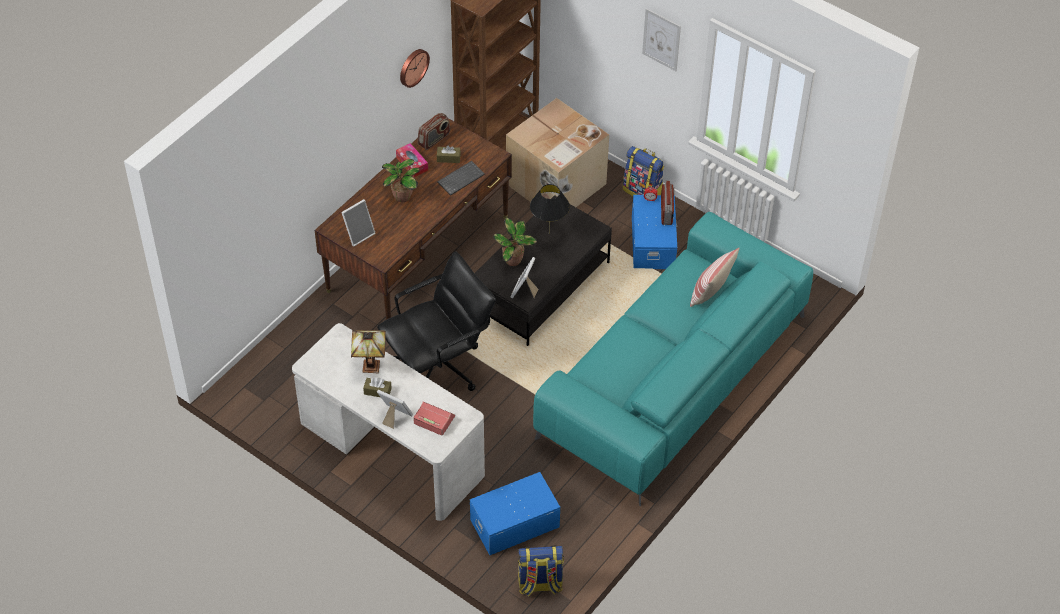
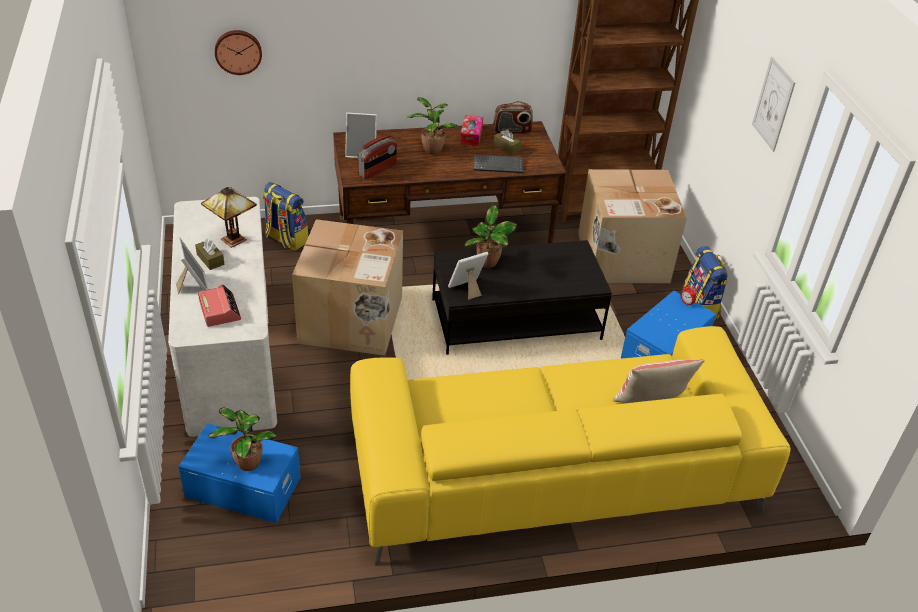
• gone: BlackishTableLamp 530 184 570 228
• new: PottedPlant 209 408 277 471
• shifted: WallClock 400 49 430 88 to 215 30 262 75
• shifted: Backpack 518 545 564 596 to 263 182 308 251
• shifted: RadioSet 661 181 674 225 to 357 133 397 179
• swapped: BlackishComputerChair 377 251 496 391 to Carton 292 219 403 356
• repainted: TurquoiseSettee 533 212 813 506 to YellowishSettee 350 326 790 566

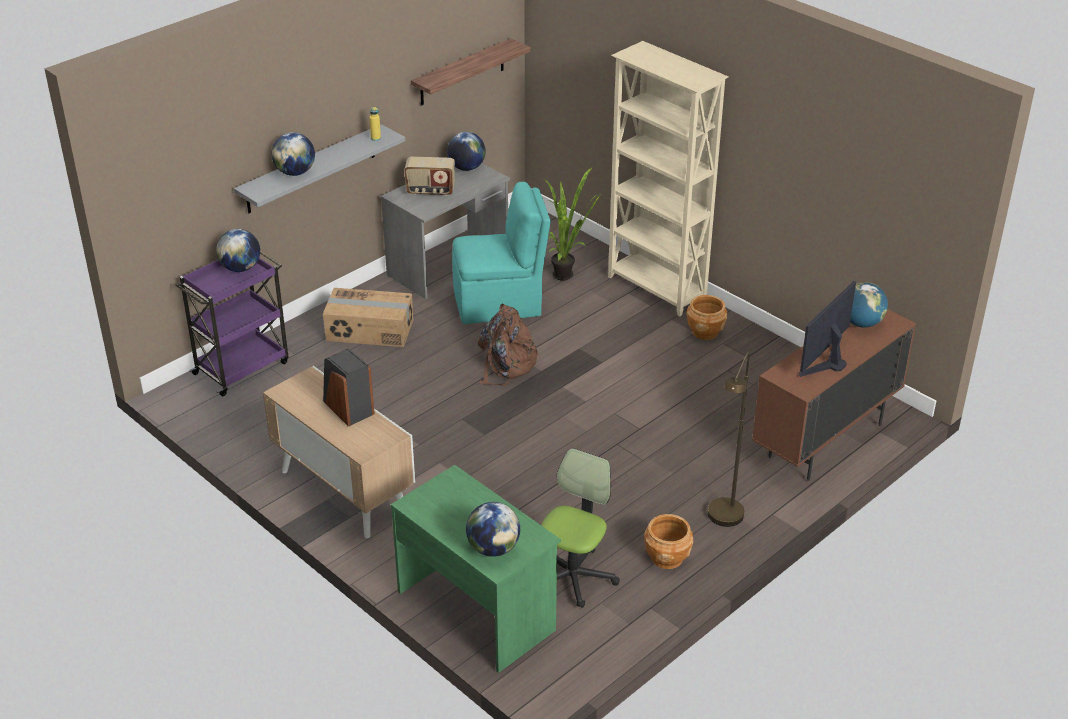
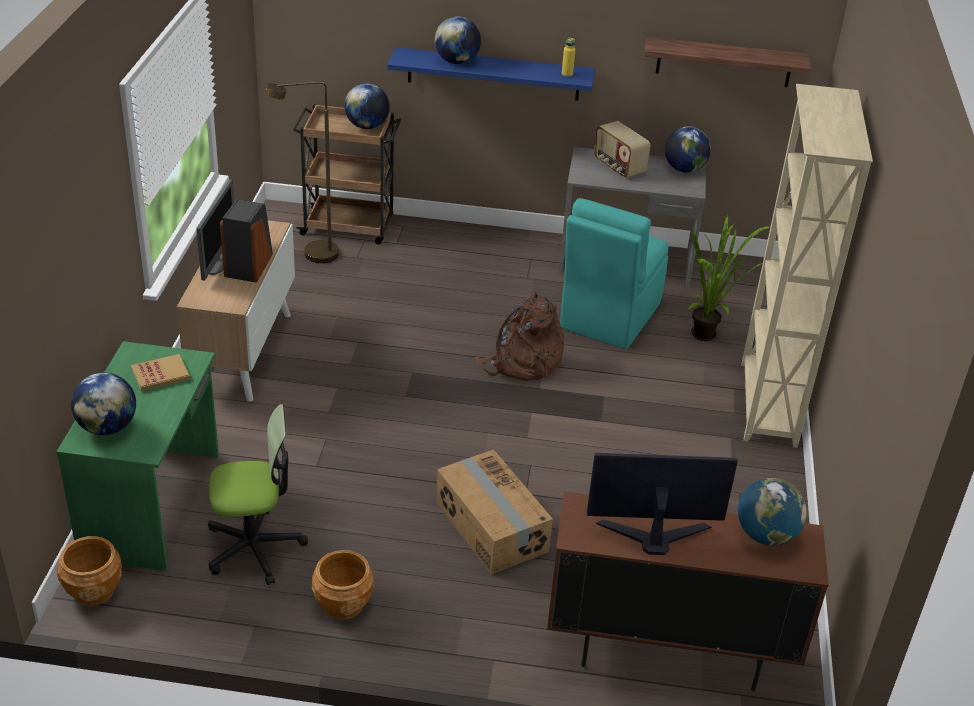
• new: Volume 131 354 190 391
• new: ComputerScreen 196 179 234 280
• shifted: Carton 323 288 413 347 to 436 450 553 575
• shifted: BrownPlantPot 687 295 727 340 to 56 536 122 606
• shifted: BrownStandingLamp 708 351 750 527 to 265 82 339 263
• repainted: PurpleColouredTrolley 175 251 288 396 to BrownTrolley 293 104 401 244
• repainted: GrayShelf 234 124 405 213 to BlueColouredShelf 387 47 595 101
• rotated: TurquoiseChair 452 182 551 324 = 560 198 669 349 75 degrees clockwise

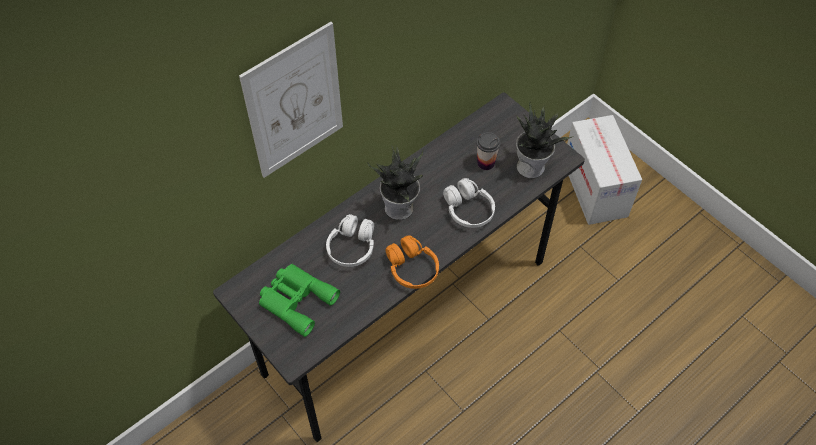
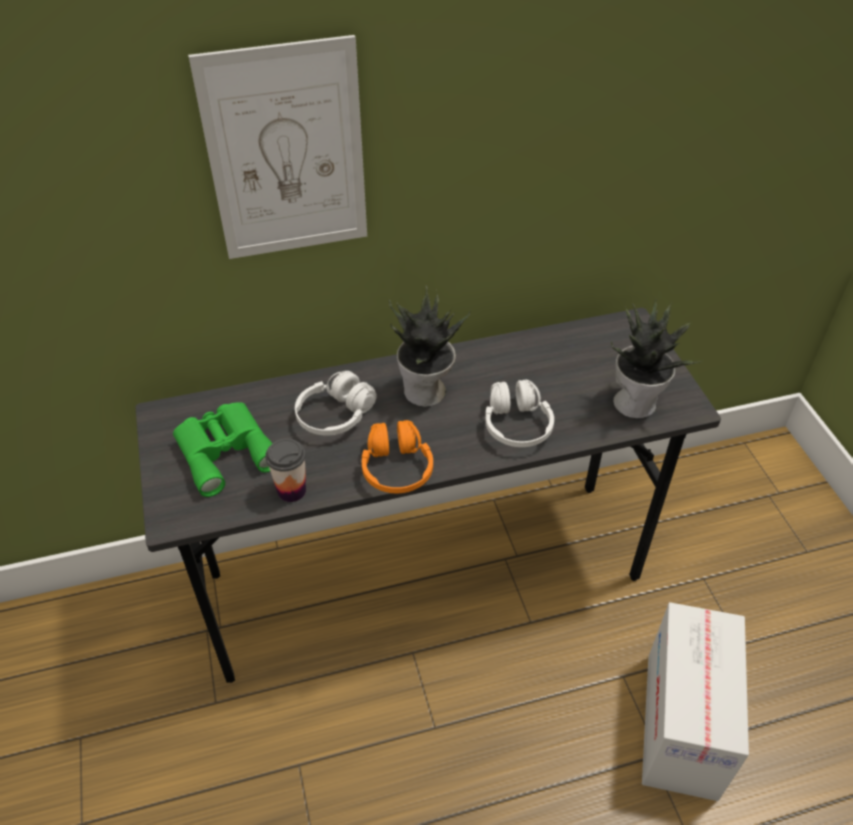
• shifted: SmallCup 476 132 501 170 to 265 438 306 502
• shifted: Carton 567 115 642 225 to 642 602 749 801

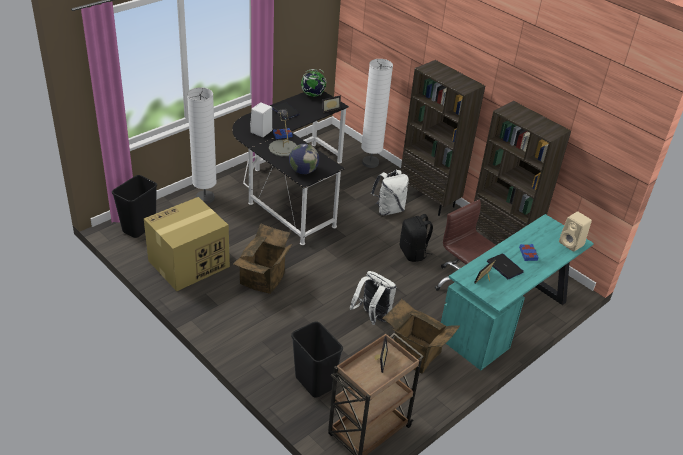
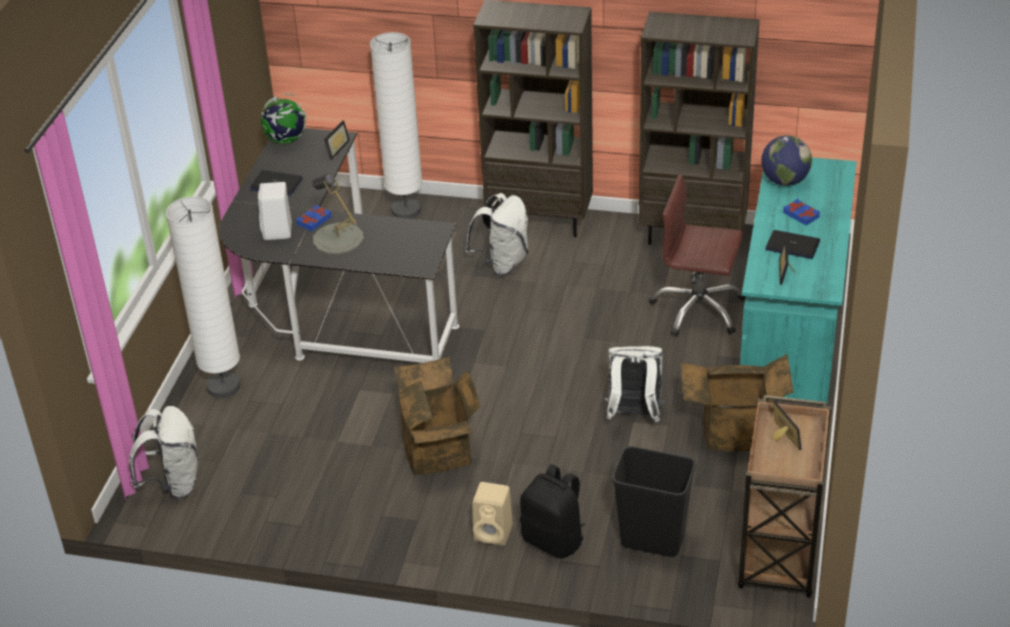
• gone: Carton 144 197 230 291
• shifted: WorldGlobe 289 144 319 174 to 761 135 812 186
• shifted: BlackishBackpack 400 214 433 262 to 520 464 585 558
• shifted: SandColouredAudioSpeaker 559 211 592 252 to 473 482 513 546
• swapped: BlackishRubbishBin 112 175 157 238 to WhiteBackpack 129 406 199 499

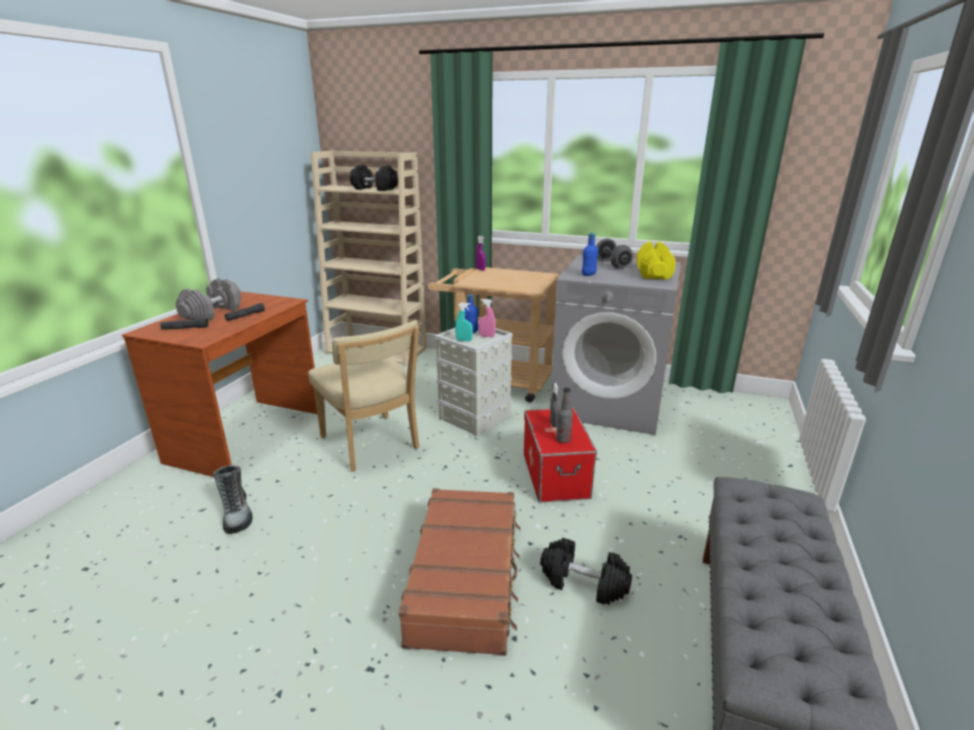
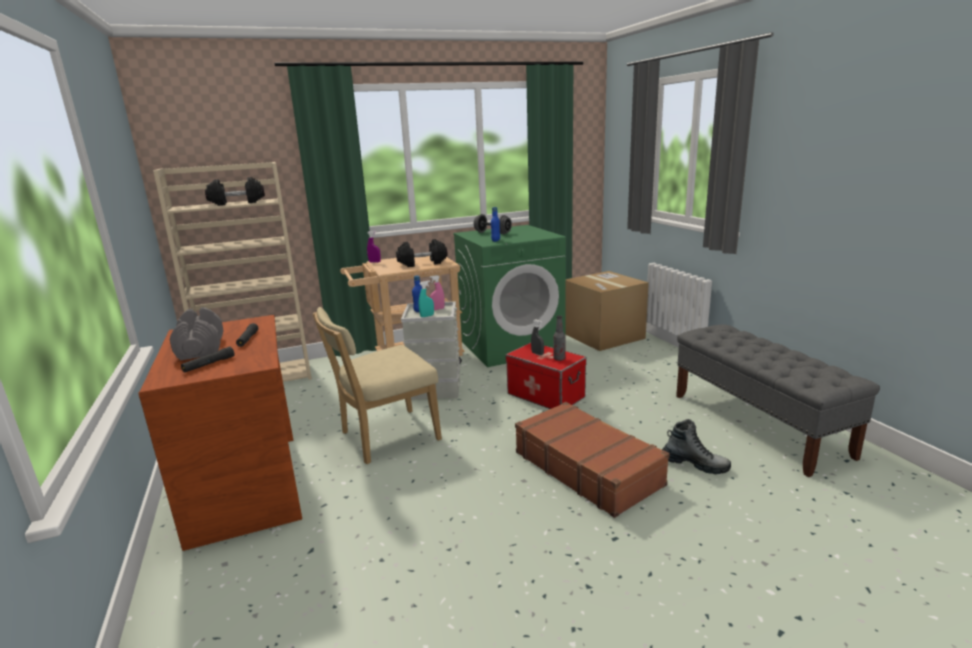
• gone: YellowishHandWeight 636 241 676 279
• new: Carton 565 271 649 351
• shifted: TallBoot 213 465 252 534 to 662 419 731 474
• shifted: BlackishHandWeight 540 538 632 605 to 396 239 447 267
• repainted: GrayLaundryAppliance 550 255 681 435 to GreenishLaundryAppliance 453 225 566 367
• rotated: SandColouredChair 308 320 419 472 = 313 307 442 464 135 degrees clockwise

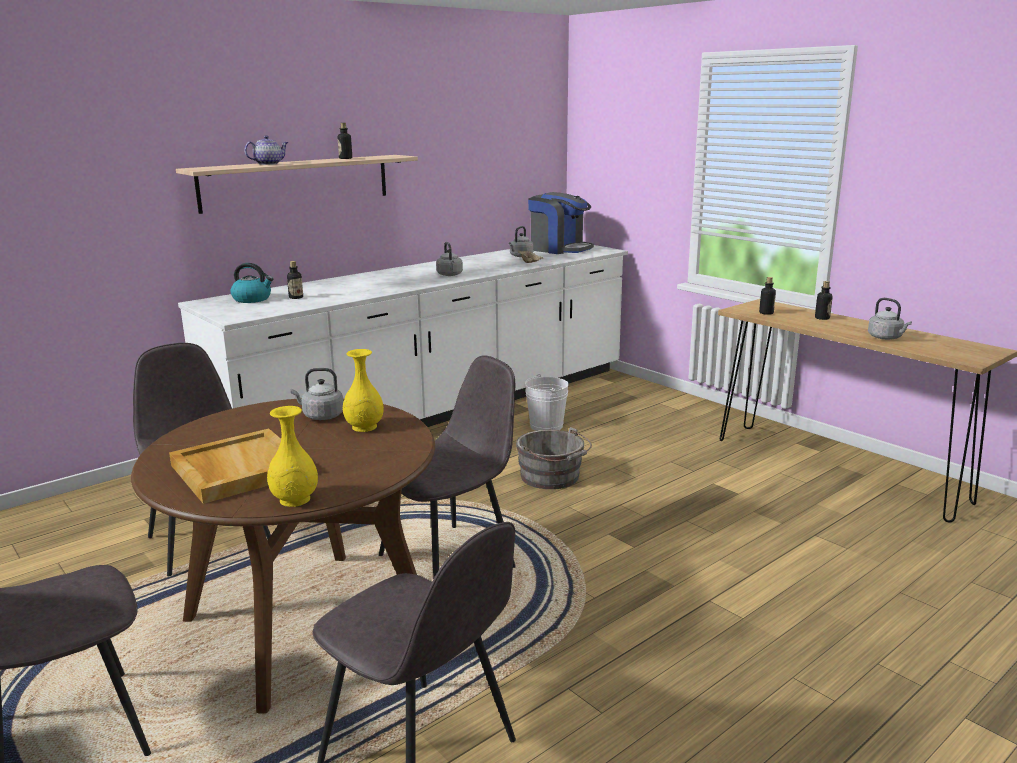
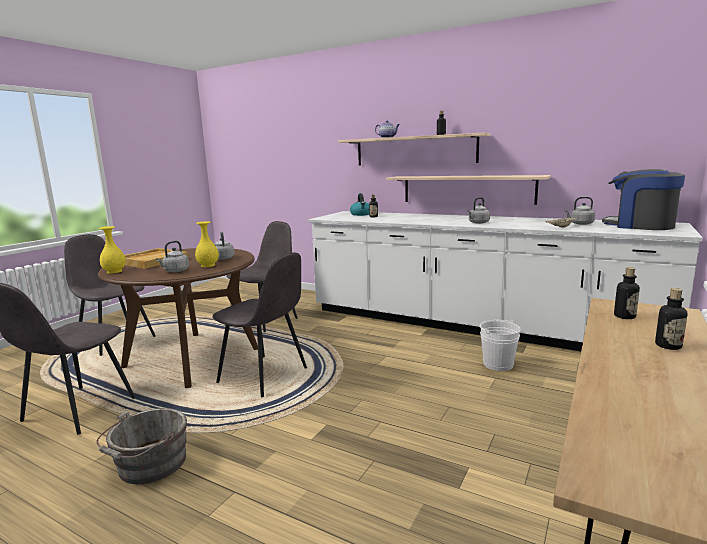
• new: Shelf 386 175 551 205
• shifted: GrayWaterBucket 516 427 592 489 to 96 408 187 484
• shifted: GrayWaterKettle 868 298 912 340 to 156 241 189 272
• rotated: CoffeeMaker 528 192 594 254 = 602 169 685 230 120 degrees clockwise

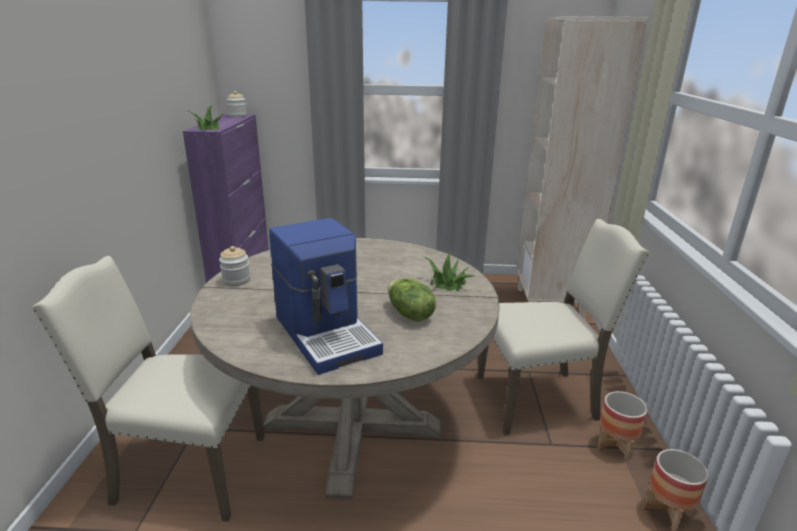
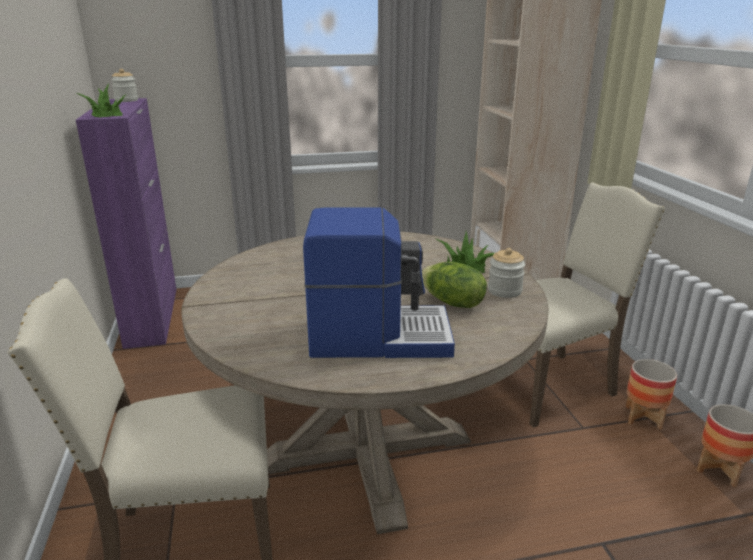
• shifted: PreserveJar 219 246 250 286 to 488 248 525 298
• rotated: CoffeeMaker 269 218 383 375 = 303 207 455 358 45 degrees counterclockwise

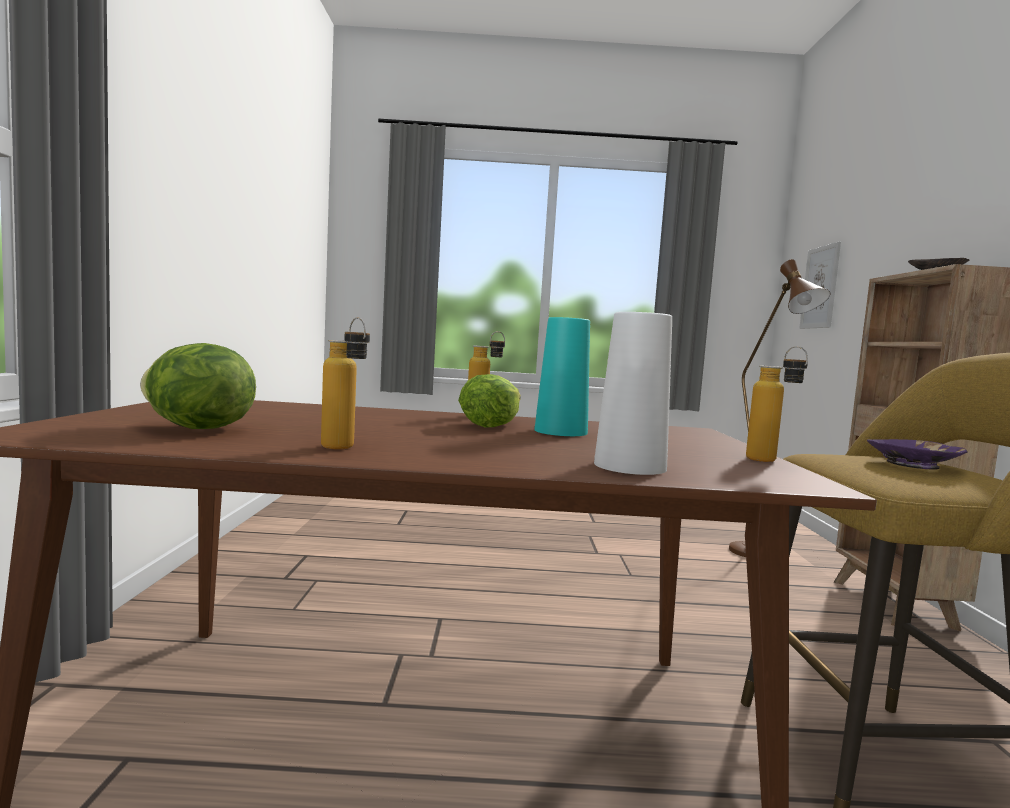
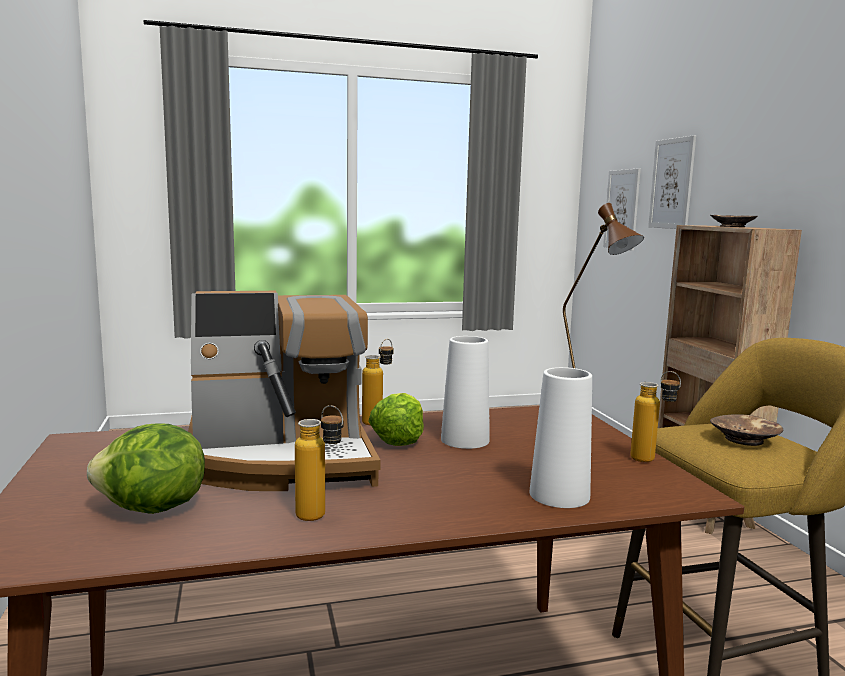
• new: CoffeeMaker 188 291 381 491
• new: WallPicture 648 135 696 229
• repainted: TurquoiseVase 534 317 590 436 to WhiteVase 441 336 490 449
• repainted: PurpleColouredBowl 867 439 968 470 to BrownBowl 710 414 783 446

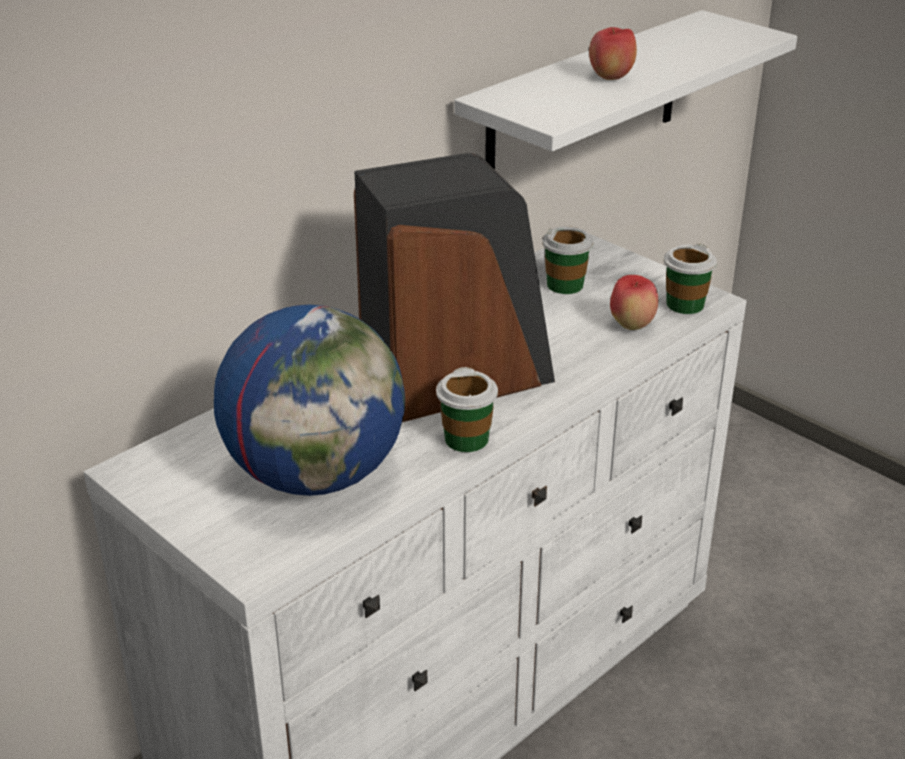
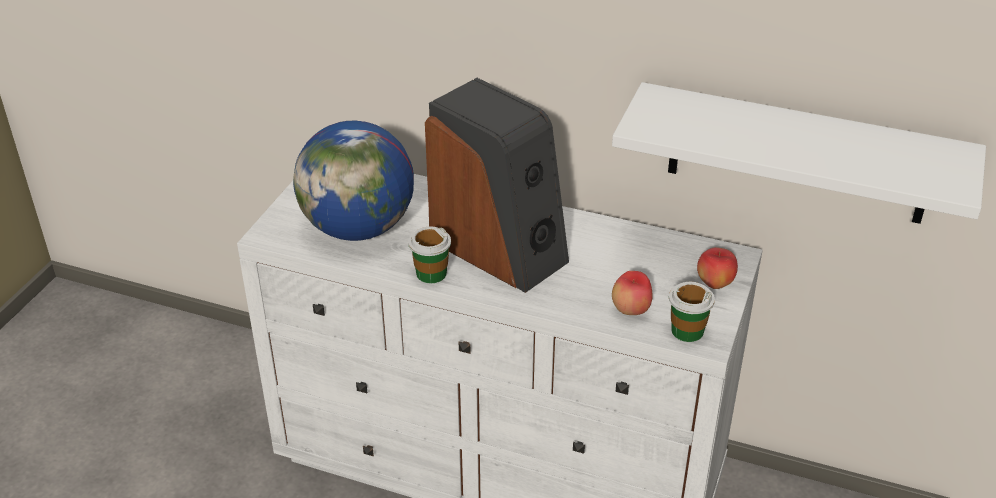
• gone: SmallCup 542 226 594 294
• shifted: WholeApple 589 27 637 80 to 697 247 738 289

